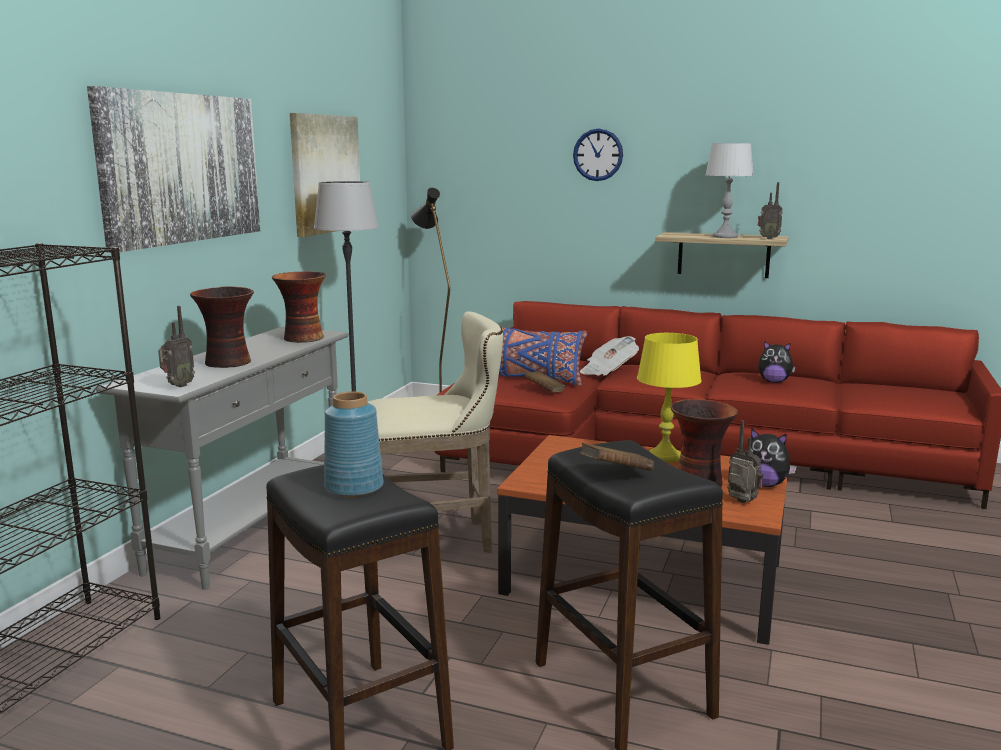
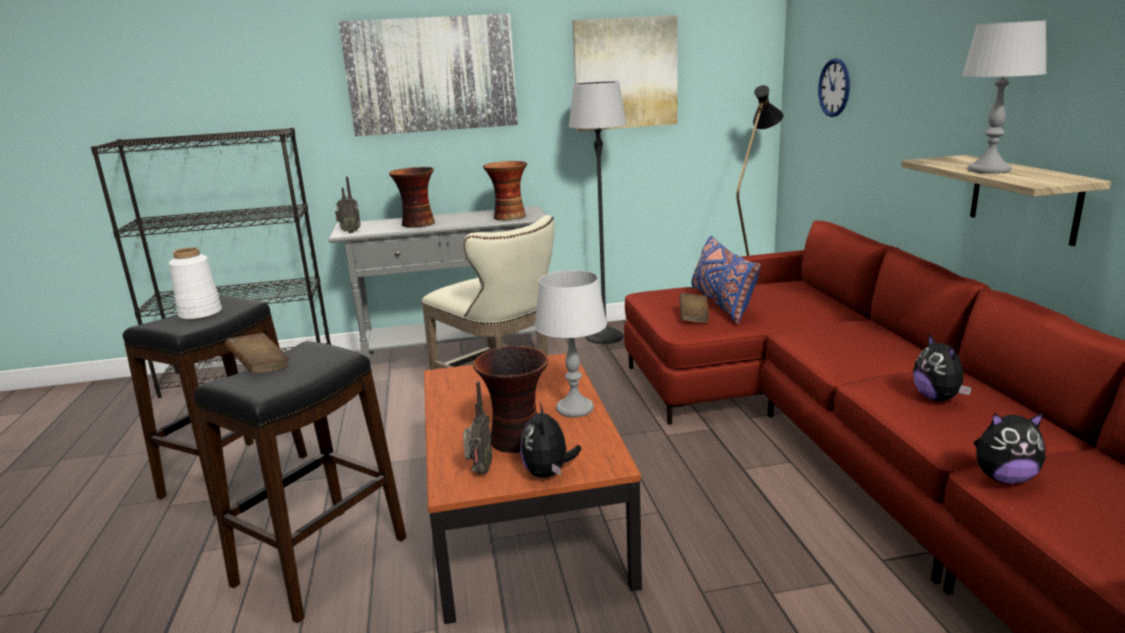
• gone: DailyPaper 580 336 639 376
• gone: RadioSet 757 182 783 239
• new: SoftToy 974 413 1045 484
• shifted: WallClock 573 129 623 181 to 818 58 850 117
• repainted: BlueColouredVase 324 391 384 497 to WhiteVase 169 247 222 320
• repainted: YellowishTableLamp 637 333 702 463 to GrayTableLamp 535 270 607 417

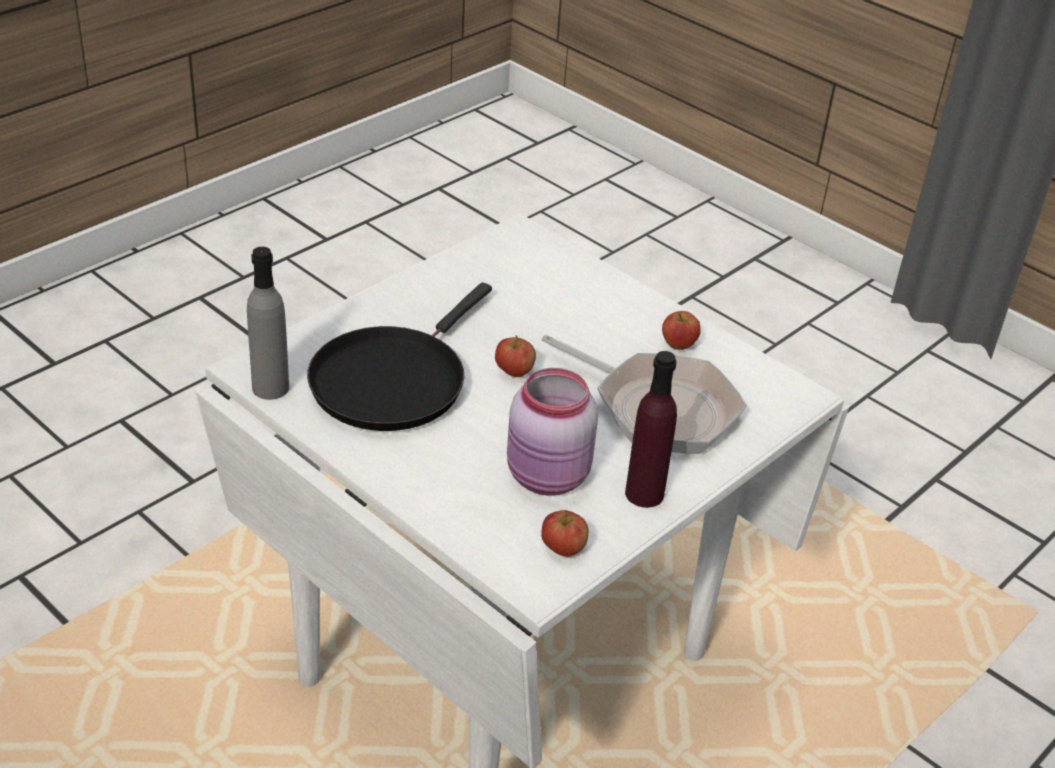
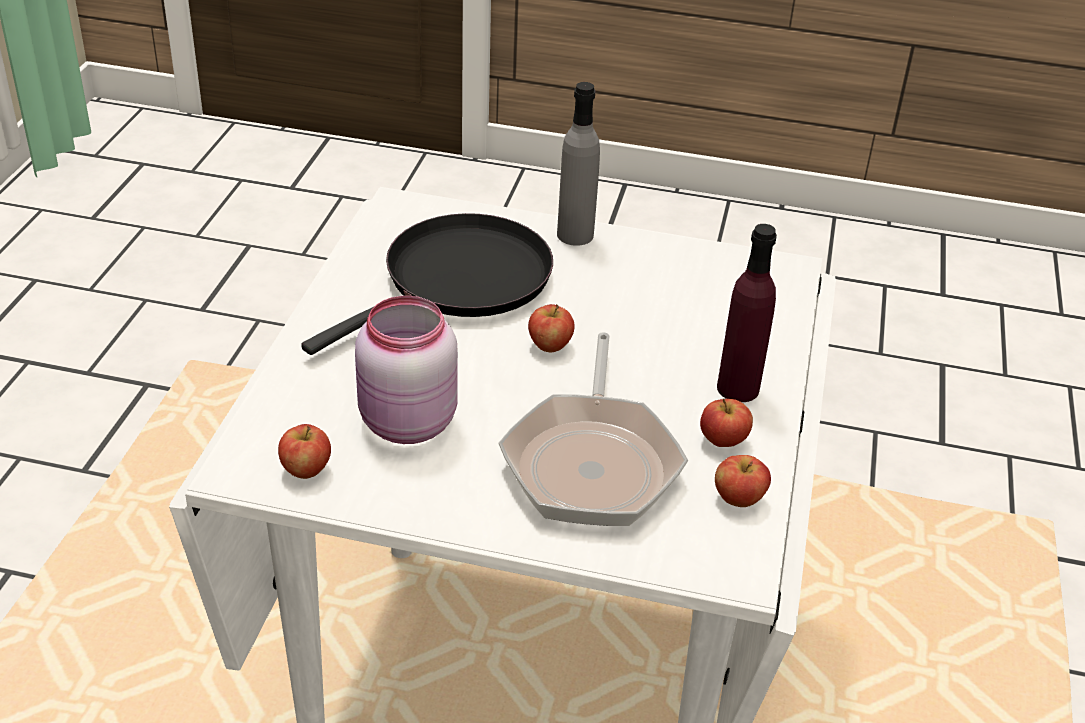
• new: WholeApple 715 455 771 507
• shifted: GrayBeverageBottle 247 247 289 400 to 557 82 600 246
• shifted: PurpleColouredBeverageBottle 625 351 677 508 to 717 224 777 402
• rotated: BlackishPan 307 282 492 431 = 301 213 553 355 135 degrees clockwise

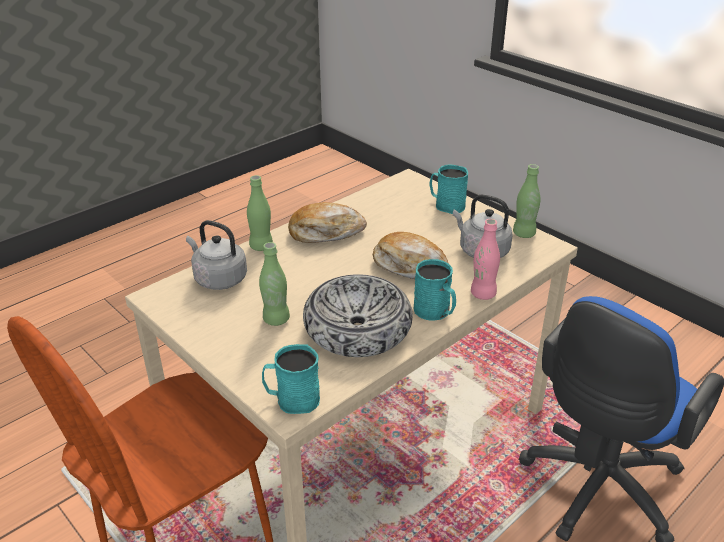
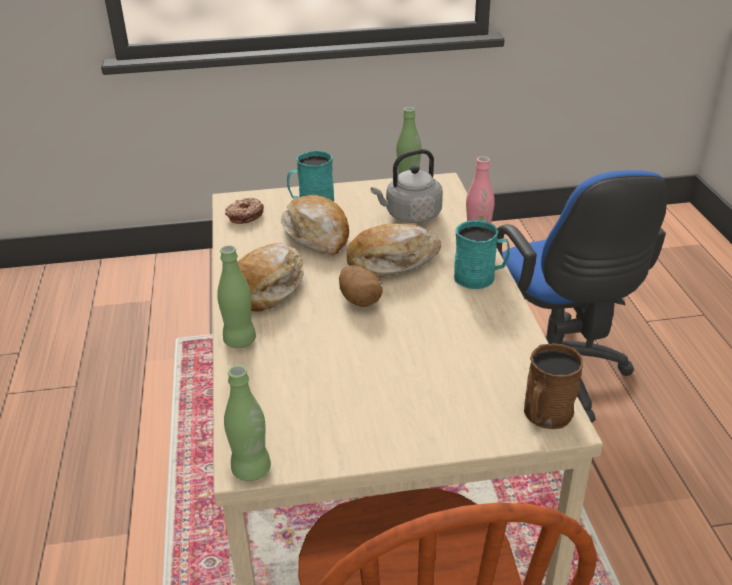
• gone: GrayWaterKettle 186 220 247 290
• gone: Bowl 303 274 413 357
• new: Doughnut 225 198 264 224
• new: BakedBread 281 195 349 255
• new: Potato 339 265 383 307
• shifted: GreenishBeverageBottle 259 242 290 326 to 224 365 271 481
• repainted: TurquoiseMug 262 344 320 414 to BrownMug 524 343 584 429

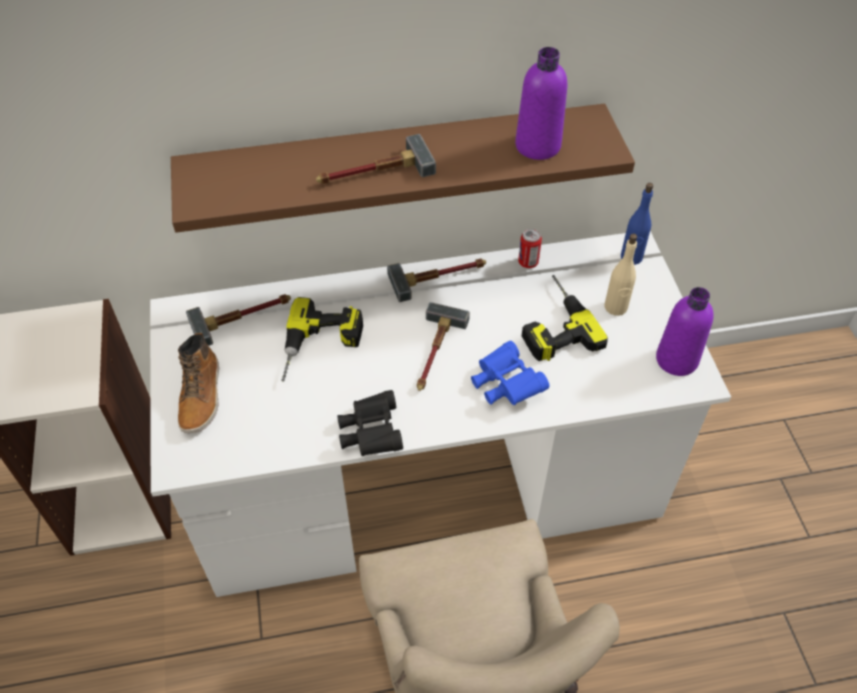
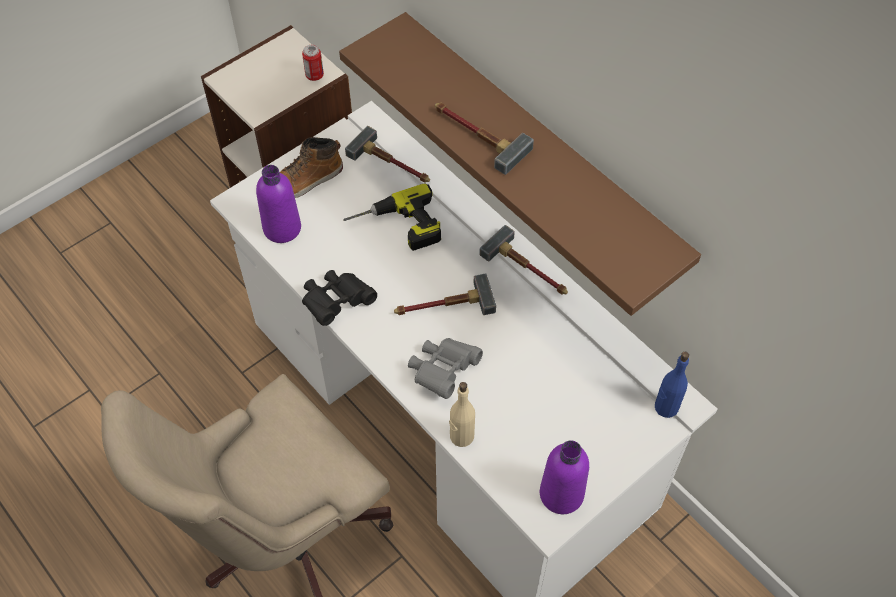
• gone: PowerDrill 522 275 608 361
• shifted: PurpleColouredBeverageBottle 515 47 567 160 to 256 165 301 243
• shifted: SealedCan 518 229 542 268 to 302 45 324 81
• shifted: SandColouredBeverageBottle 605 234 637 316 to 449 382 475 447
• repainted: BlueColouredPairOfBinoculars 471 341 549 405 to GrayPairOfBinoculars 408 338 483 399

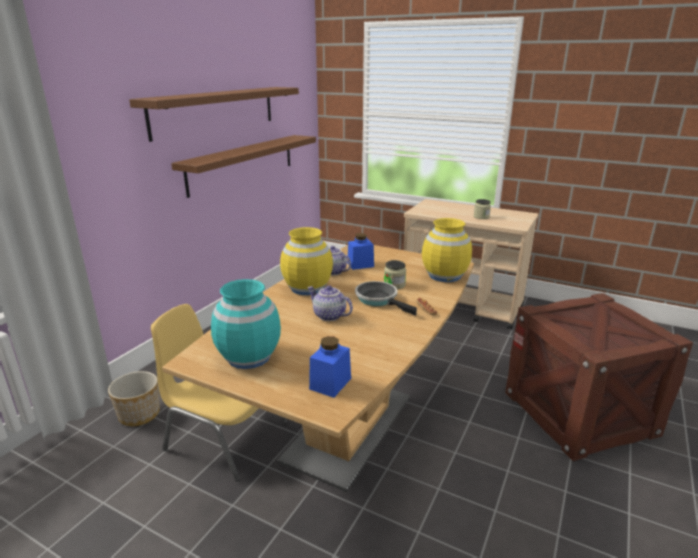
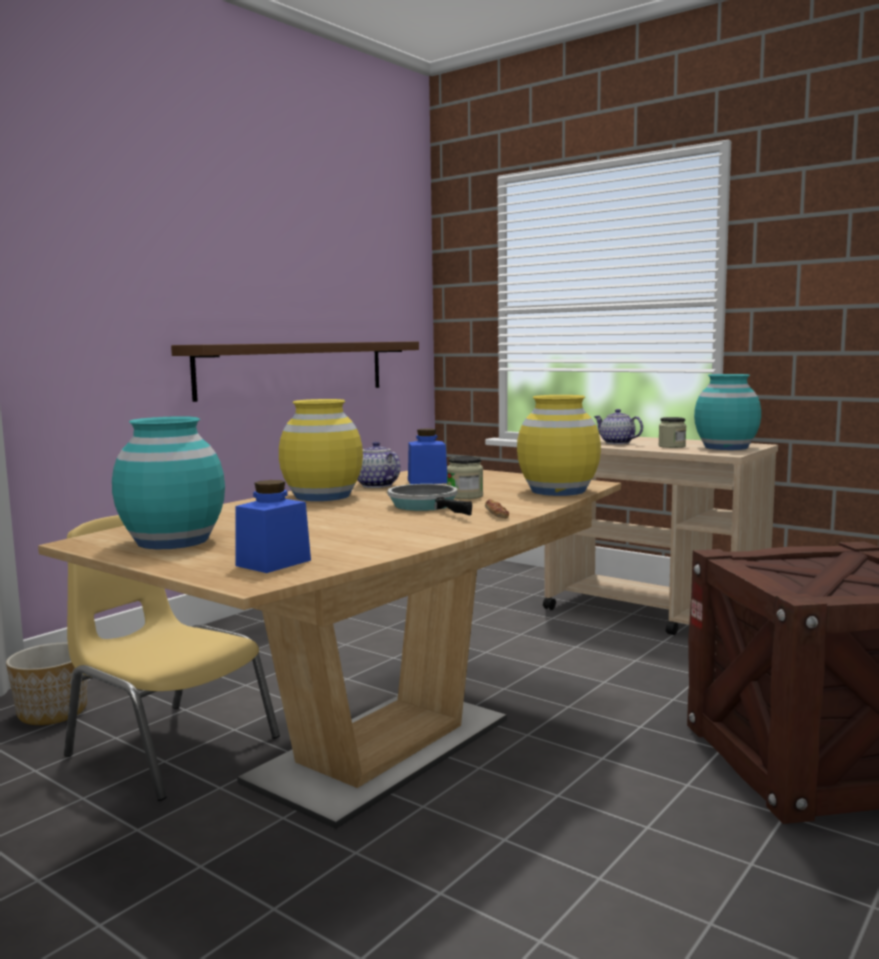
• gone: BrownShelf 129 87 299 142
• new: TurquoiseVase 694 374 761 450
• shifted: Teapot 307 285 353 321 to 594 409 643 444

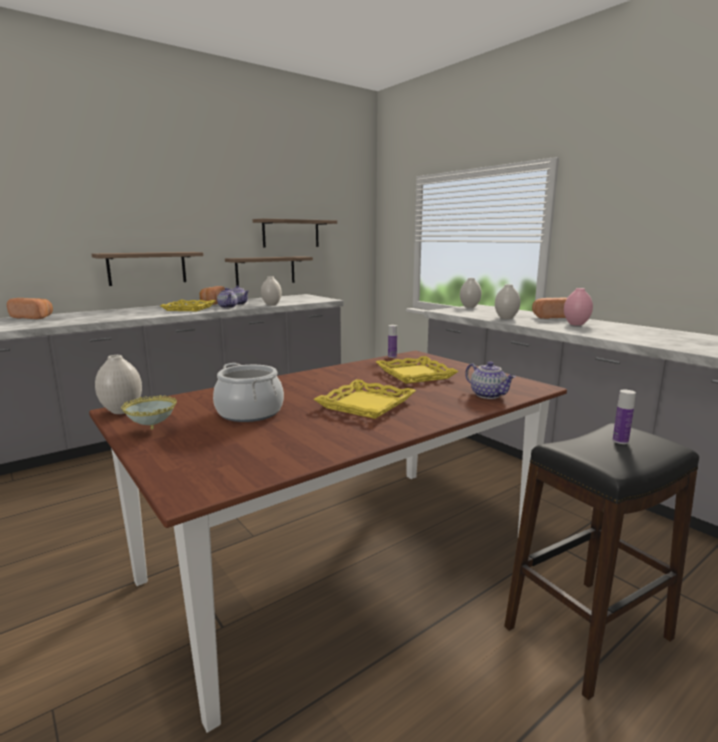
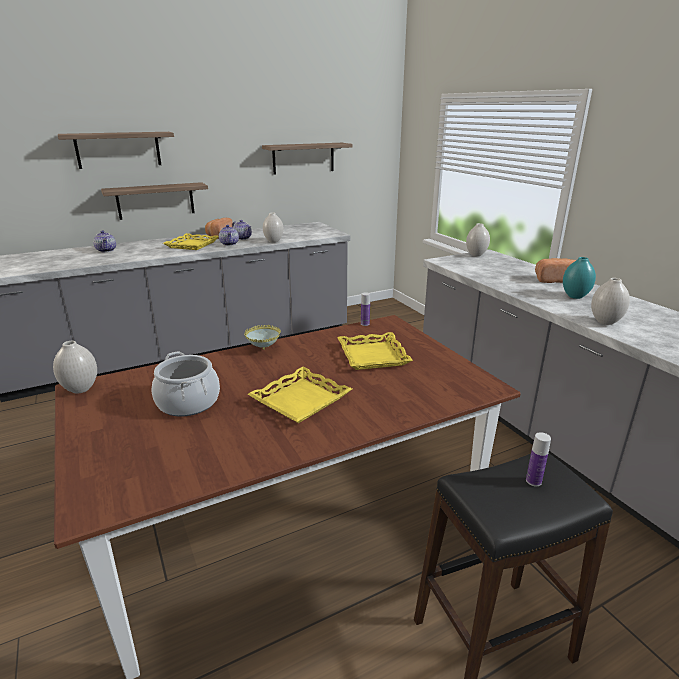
• gone: BakedBread 7 298 53 319
• shifted: Bowl 121 395 177 429 to 244 325 281 350
• shifted: Shelf 225 256 313 286 to 58 132 174 169
• shifted: Teapot 465 361 516 399 to 93 230 116 252
• shifted: WhiteVase 495 284 520 319 to 591 278 630 325
• repainted: PinkColouredVase 564 288 593 326 to TurquoiseVase 563 257 596 299

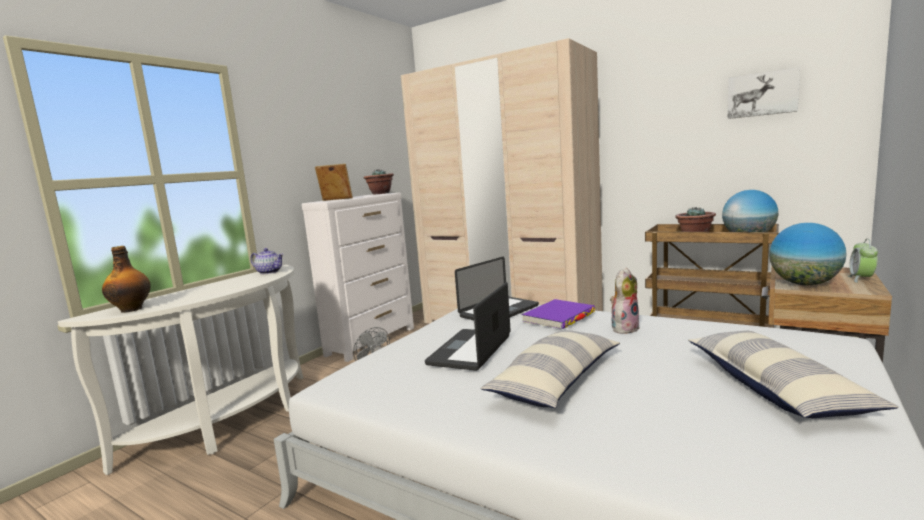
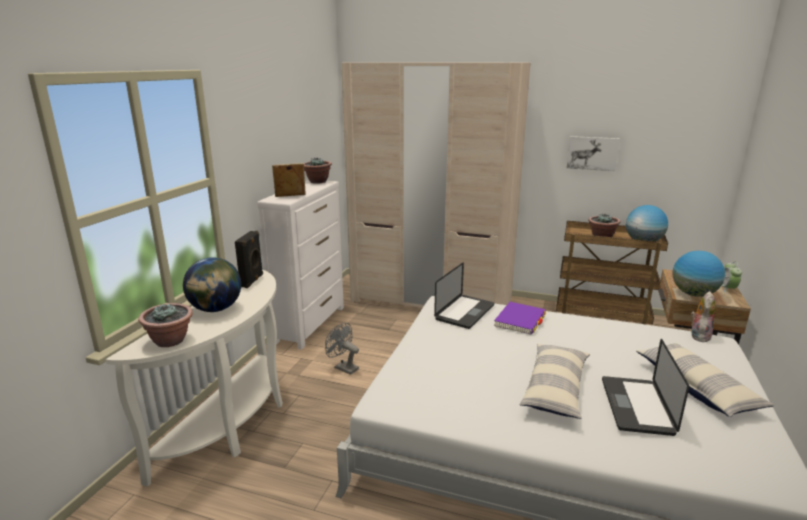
• new: WorldGlobe 183 257 241 312
• shifted: NotebookComputer 425 282 511 371 to 602 339 689 436
• shifted: SoftToy 610 268 640 334 to 691 291 715 342
• shifted: WallPicture 728 67 800 119 to 567 136 620 171
• swapped: BeverageBottle 102 246 151 313 to PottedPlant 138 303 193 347
• swapped: Teapot 250 248 284 274 to BlackishAudioSpeaker 235 231 263 288

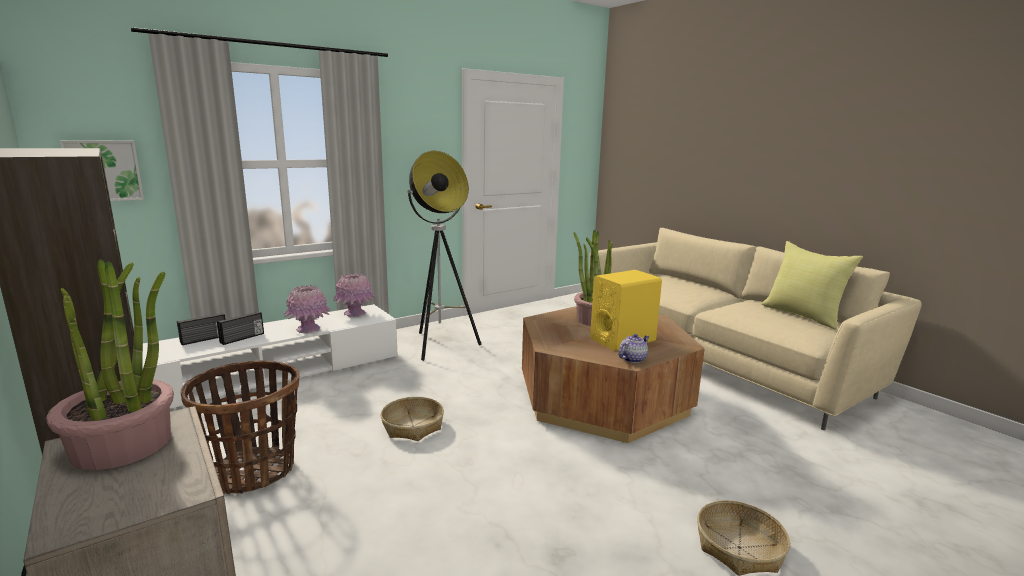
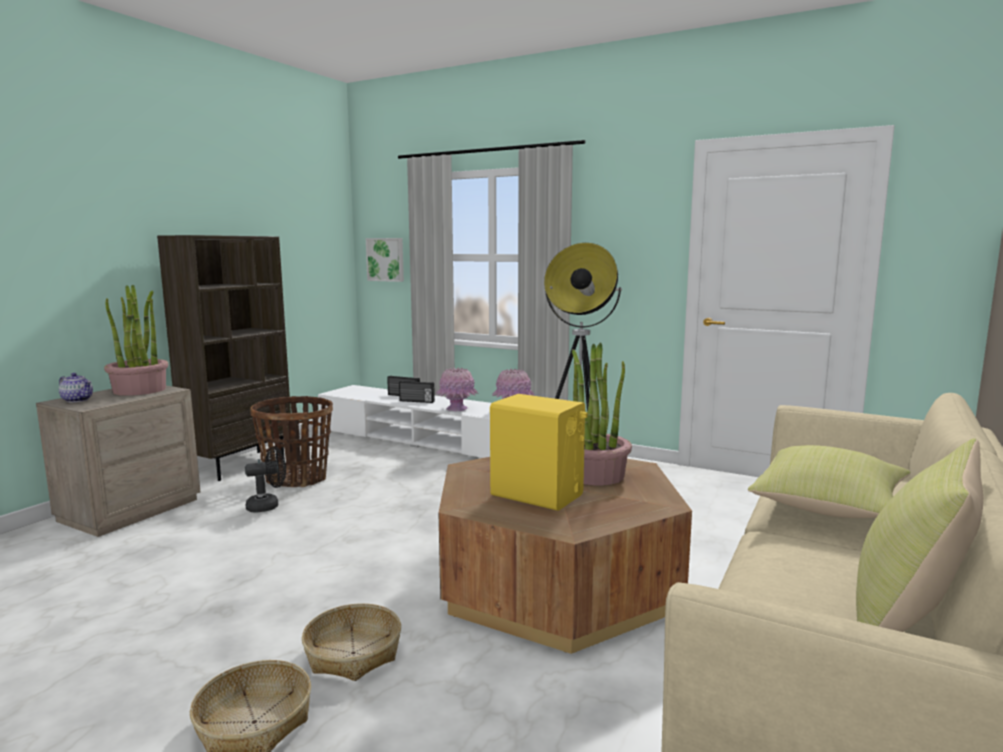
• new: BlackishFan 245 447 286 513
• new: YellowishThrowPillow 748 445 910 518
• shifted: Basket 381 397 444 441 to 302 603 401 681
• shifted: Teapot 618 334 649 363 to 59 373 93 402

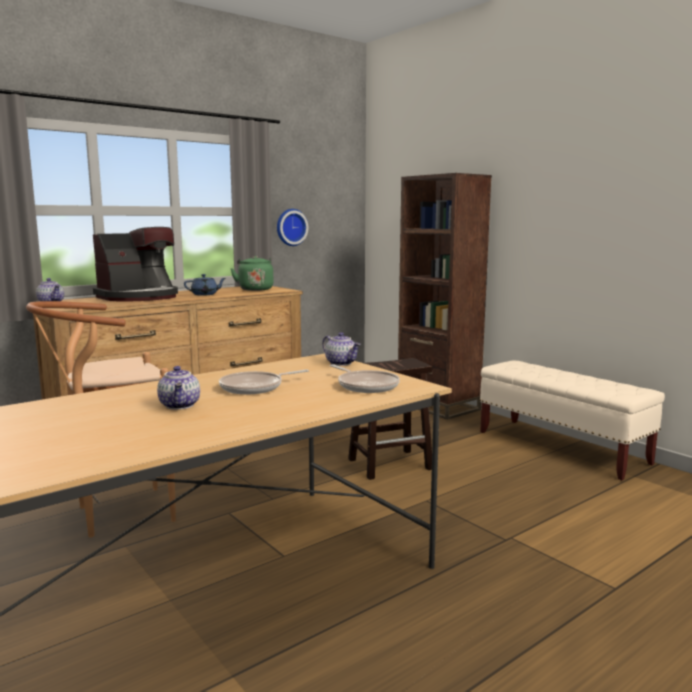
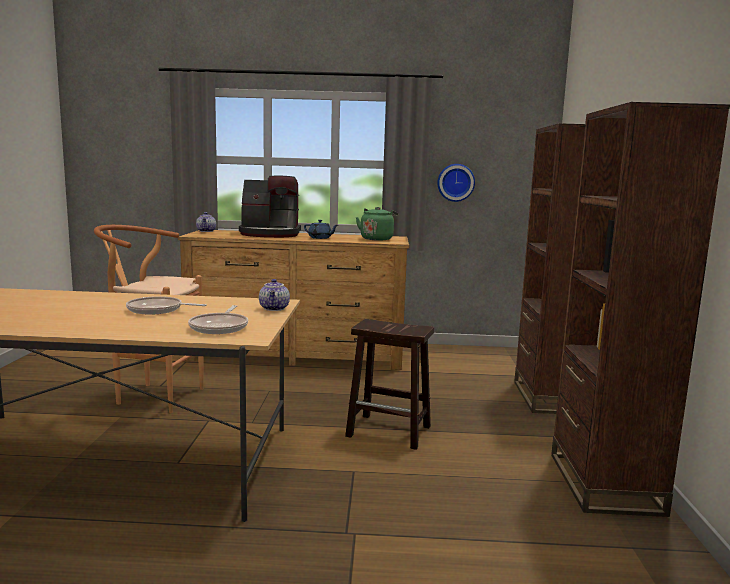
• gone: Teapot 157 366 200 410
• swapped: SandColouredBench 480 360 665 481 to BrownBookcase 551 102 730 517

